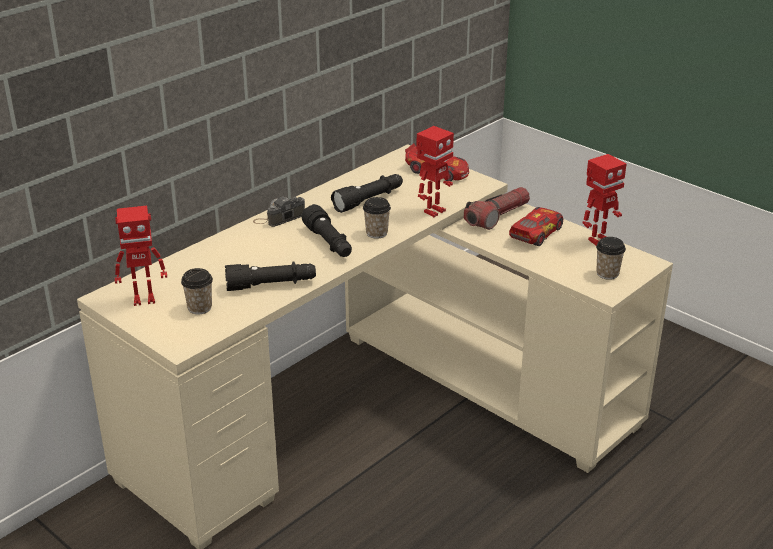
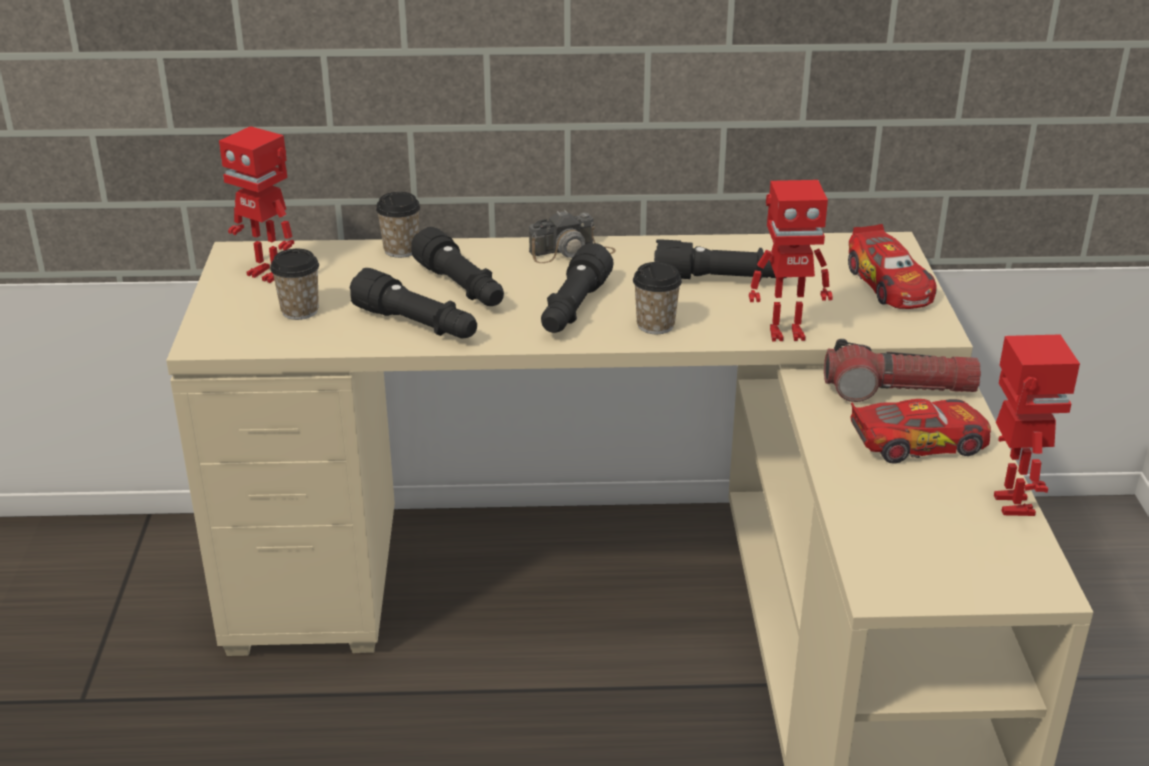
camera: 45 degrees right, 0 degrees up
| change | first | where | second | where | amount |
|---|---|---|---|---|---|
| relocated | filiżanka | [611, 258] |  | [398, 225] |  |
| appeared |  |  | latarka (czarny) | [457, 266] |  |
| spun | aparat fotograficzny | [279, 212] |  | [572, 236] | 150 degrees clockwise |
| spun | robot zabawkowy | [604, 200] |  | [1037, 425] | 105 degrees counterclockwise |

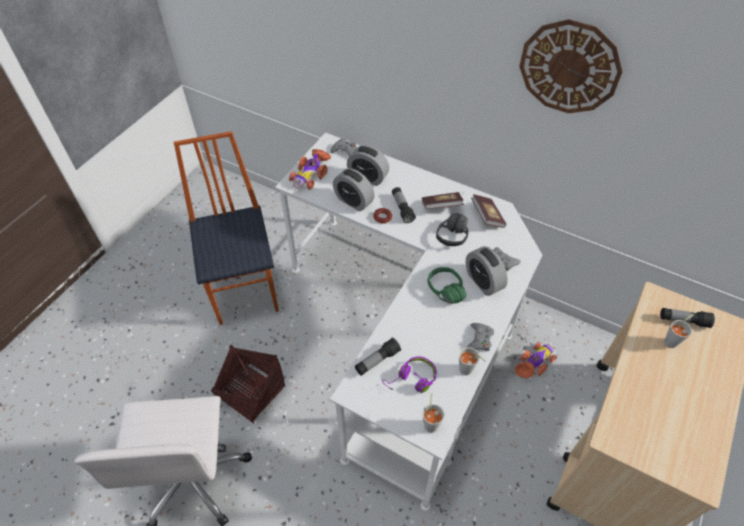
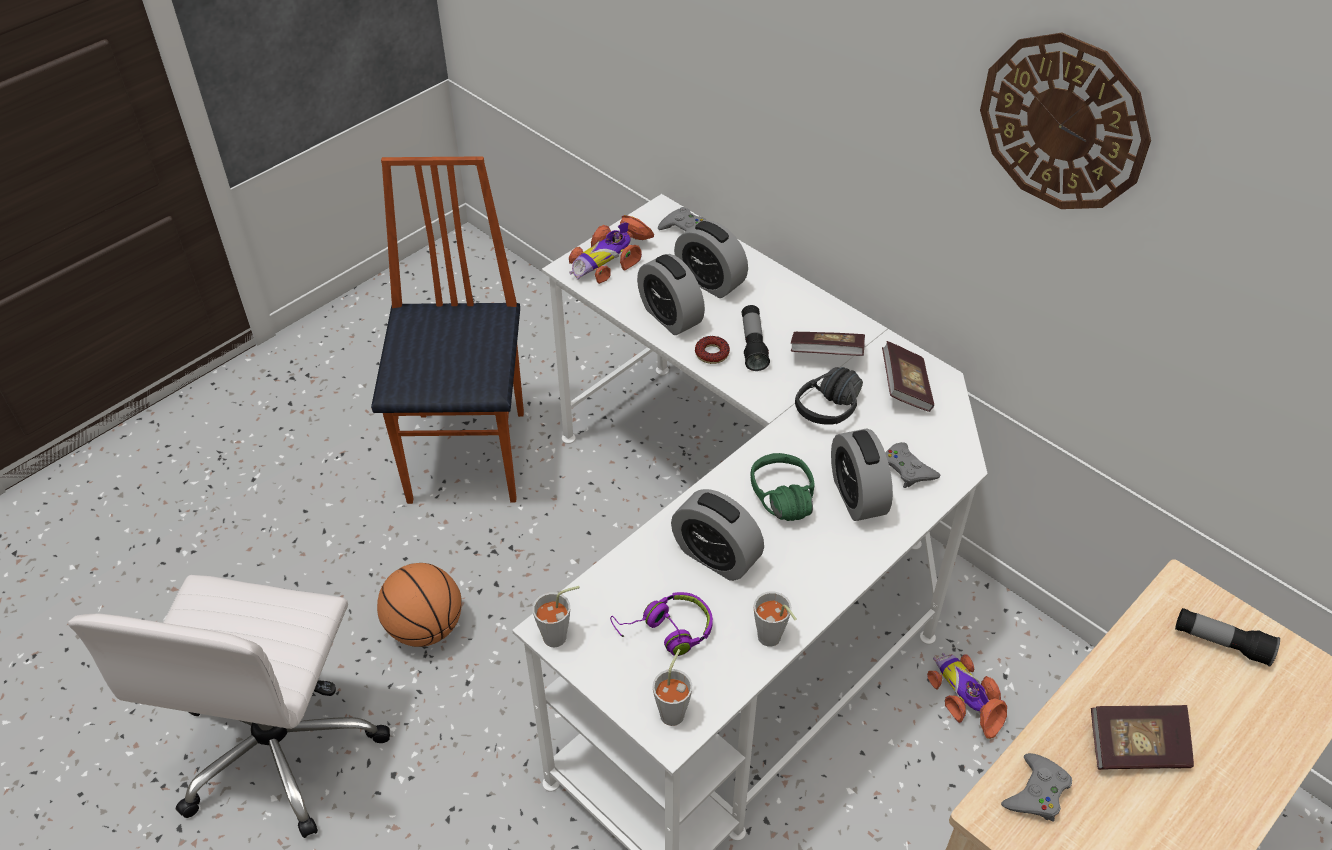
camera: 15 degrees right, 5 degrees down
| change | first | where | second | where | amount |
|---|---|---|---|---|---|
| exchanged | koszyk | [248, 384] | piłka do koszykówki | [419, 605] |  |
| relocated | filiżanka (szary) | [679, 331] |  | [556, 616] |  |
| appeared |  |  | budzik | [717, 535] |  |
| spun | samochodzik | [536, 359] |  | [967, 696] | 90 degrees counterclockwise |
| relocated | pad do gier (szary) | [479, 337] |  | [1036, 787] |  |
| appeared |  |  | książka | [1142, 737] |  |
| missing | latarka | [378, 357] |  |  |  |

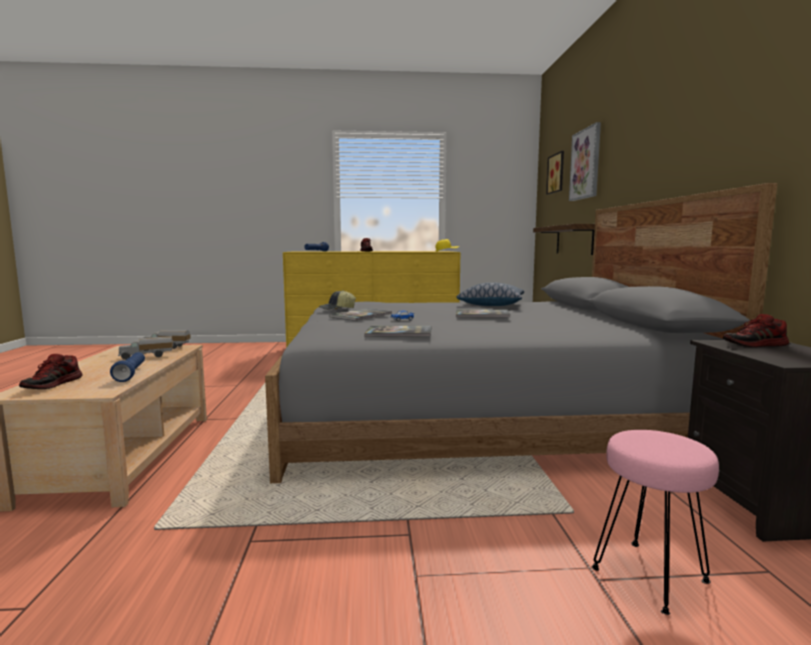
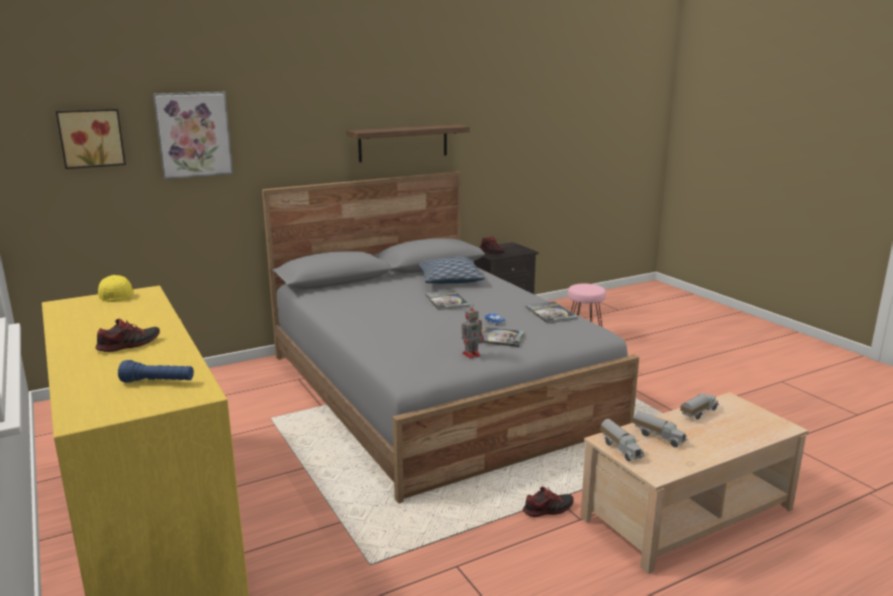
camera: 115 degrees left, 10 degrees up
| change | first | where | second | where | amount |
|---|---|---|---|---|---|
| relocated | półka | [564, 239] |  | [408, 143] |  |
| relocated | poduszka | [490, 294] |  | [452, 270] |  |
| exchanged | czapka z daszkiem | [337, 300] | robot zabawkowy | [473, 331] |  |
| relocated | but | [50, 371] |  | [548, 502] |  |
| exchanged | latarka (niebieski) | [127, 367] | ciężarówka zabawkowa | [699, 406] |  |

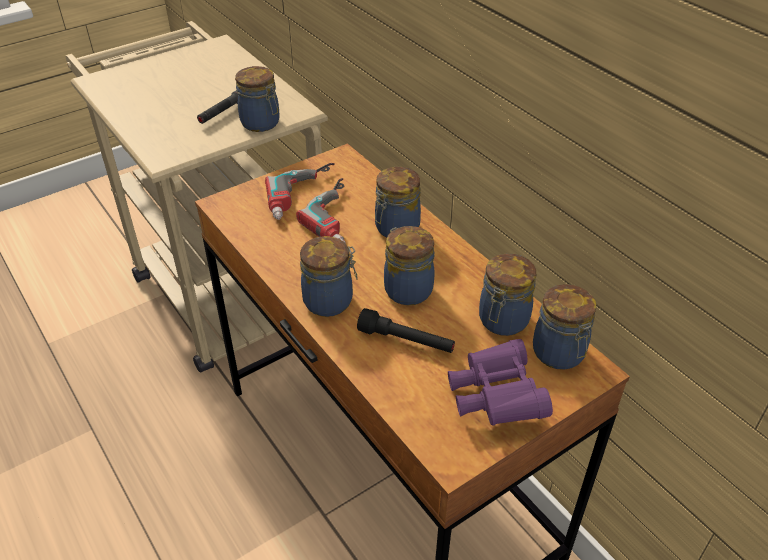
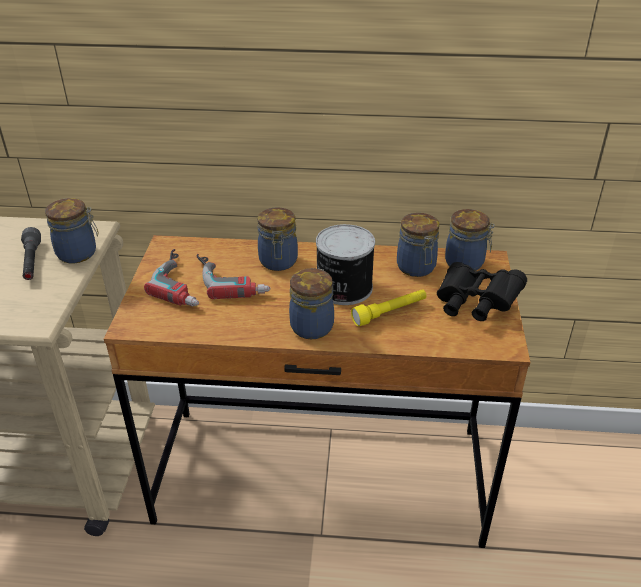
camera: 50 degrees left, 5 degrees down
| change | first | where | second | where | amount |
|---|---|---|---|---|---|
| exchanged | słoik | [409, 265] | puszka | [345, 264] |  |
| colour | latarka (czarny) | [406, 330] | latarka (żółty) | [388, 307] |  |
| colour | lornetka (fioletowy) | [500, 382] | lornetka (czarny) | [482, 291] |  |

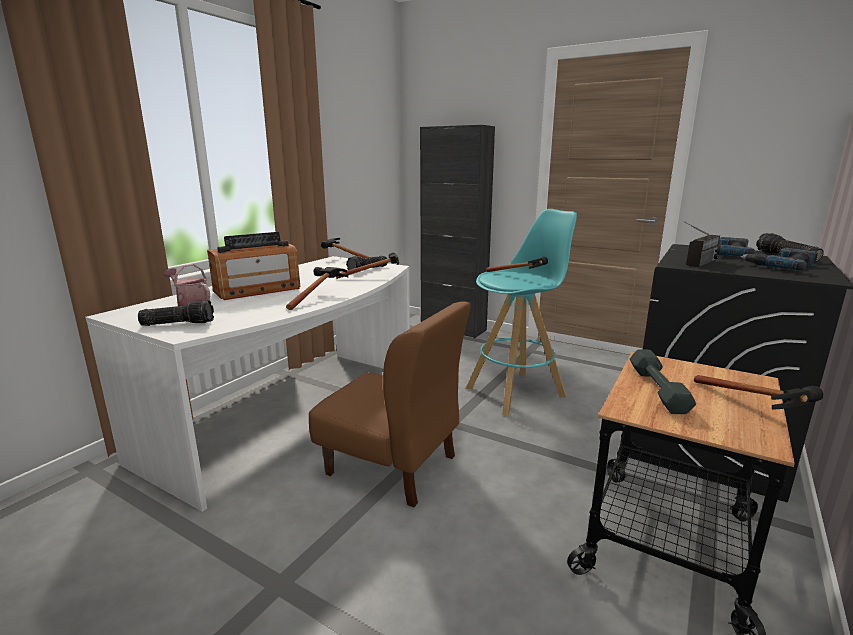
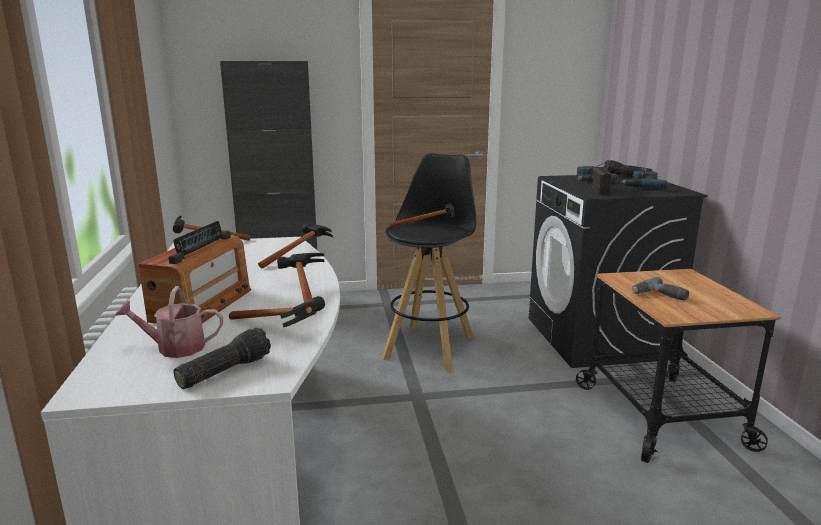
camera: 40 degrees left, 0 degrees up
| change | first | where | second | where | amount |
|---|---|---|---|---|---|
| relocated | młotek | [758, 392] |  | [277, 311] |  |
| colour | stołek (turkusowy) | [521, 312] | stołek (czarny) | [429, 262] |  |
| exchanged | hantel (szary) | [663, 381] | wiertarka | [660, 289] |  |
| missing | krzesło (brązowy) | [390, 404] |  |  |  |
| missing | latarka | [366, 263] |  |  |  |

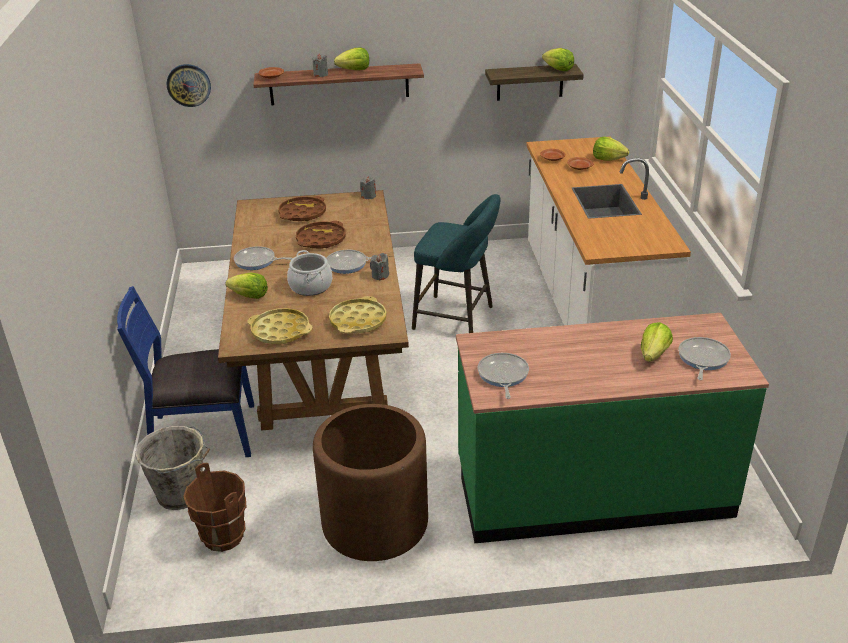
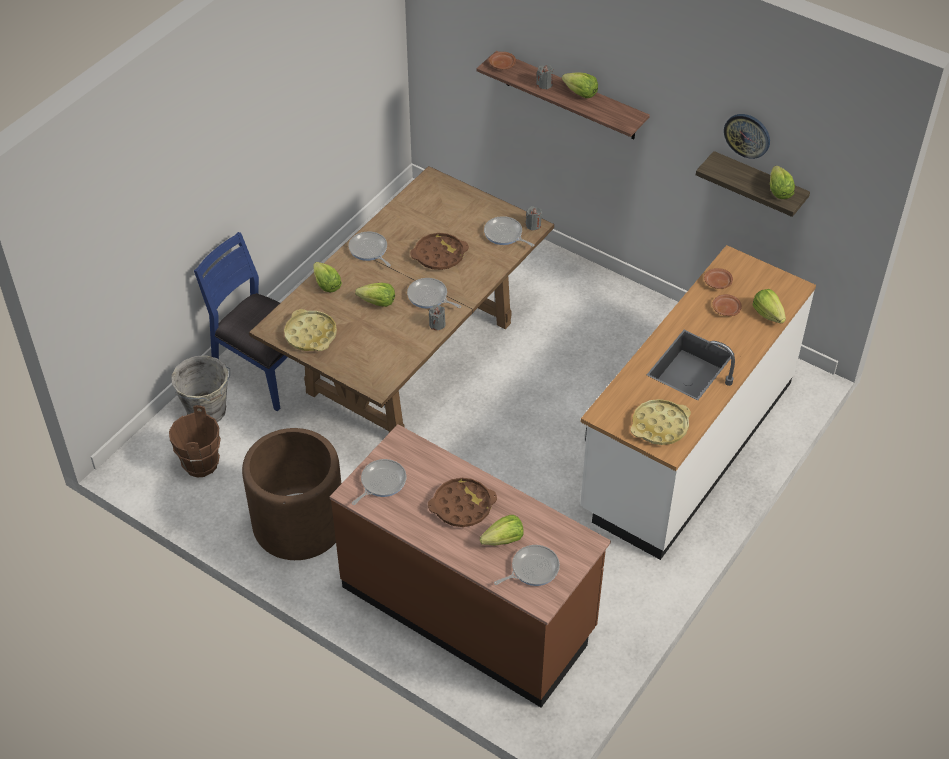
camera: 40 degrees right, 15 degrees up
| change | first | where | second | where | amount |
|---|---|---|---|---|---|
| colour | zabudowa kuchenna (zielony) | [612, 428] | zabudowa kuchenna (brązowy) | [470, 565] |  |
| exchanged | garnek | [309, 273] | sałata | [375, 295] |  |
| relocated | taca (brązowy) | [302, 208] |  | [462, 502] |  |
| appeared |  |  | patelnia | [509, 231] |  |
| relocated | taca (żółty) | [357, 315] |  | [661, 422] |  |
| relocated | zegar ścienny | [188, 85] |  | [747, 136] |  |
| missing | stołek (turkusowy) | [456, 263] |  |  |  |

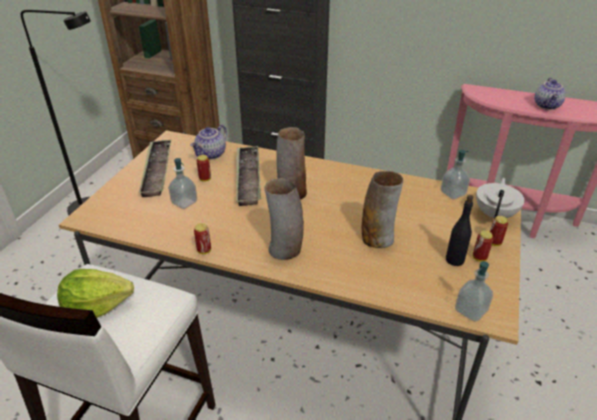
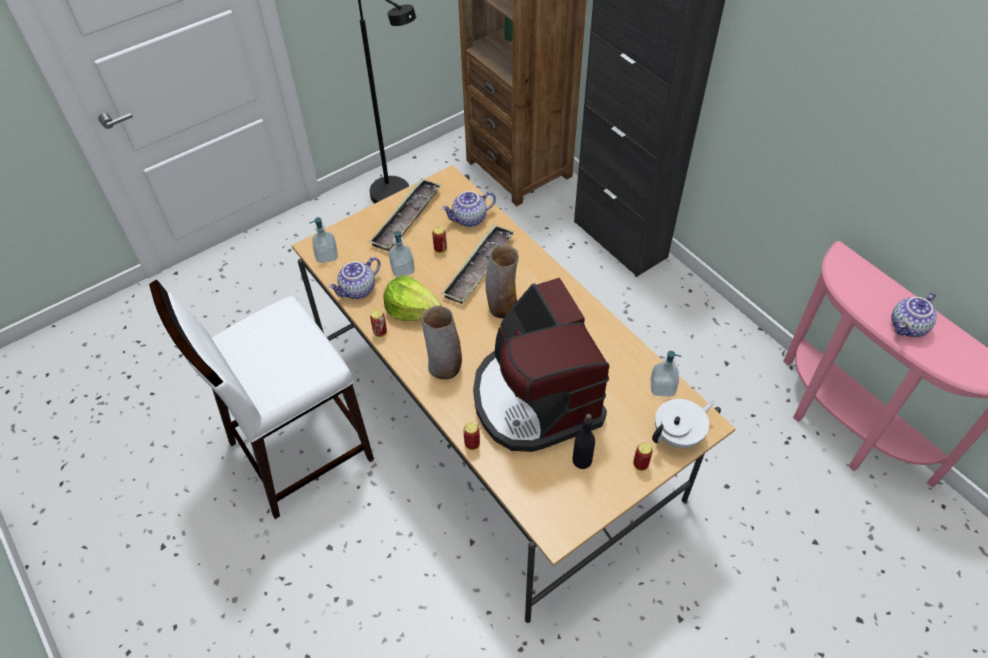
camera: 35 degrees right, 15 degrees up
| change | first | where | second | where | amount |
|---|---|---|---|---|---|
| relocated | dozownik mydła | [474, 291] |  | [324, 240] |  |
| appeared |  |  | imbryk | [354, 278] |  |
| relocated | sałata | [95, 293] |  | [412, 298] |  |
| relocated | puszka | [483, 246] |  | [471, 436] |  |
| exchanged | wazon | [382, 209] | ekspres do kawy | [541, 365] |  |

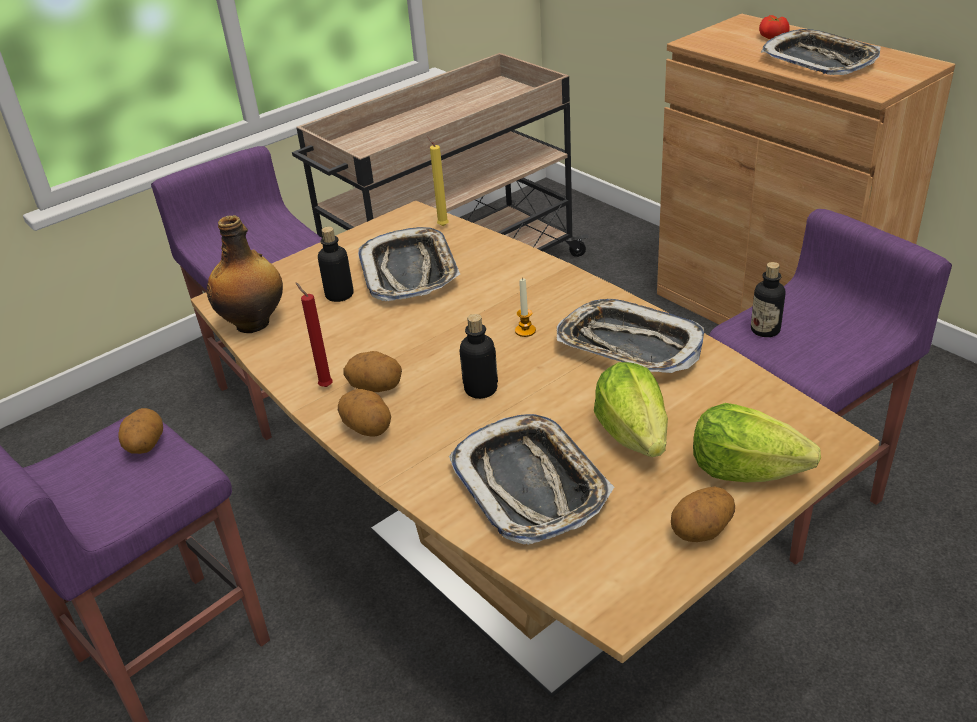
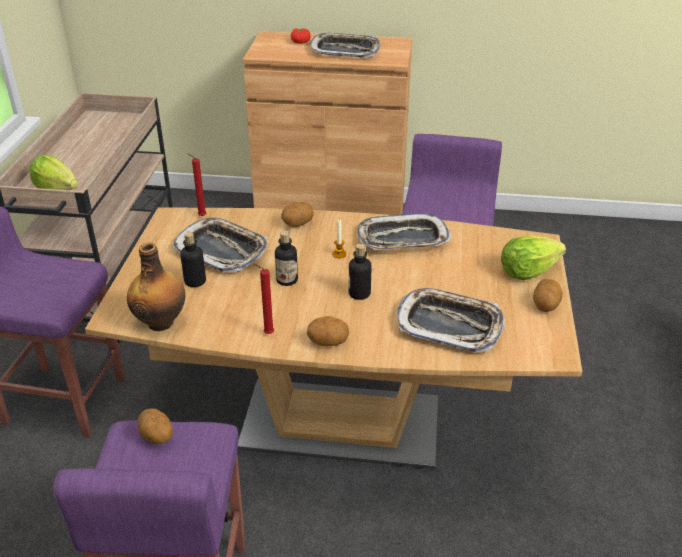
camera: 45 degrees left, 0 degrees up
| change | first | where | second | where | amount |
|---|---|---|---|---|---|
| relocated | sałata | [631, 409] |  | [53, 172] |  |
| colour | świeca (żółty) | [438, 180] | świeca (czerwony) | [196, 184] |  |
| relocated | butelka | [768, 299] |  | [286, 258] |  |
| relocated | ziemniak | [372, 371] |  | [297, 214] |  |

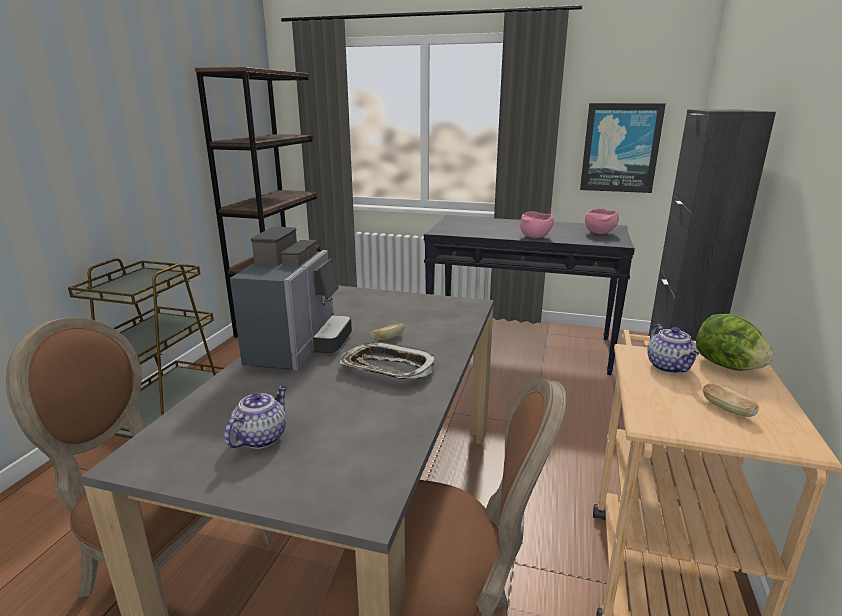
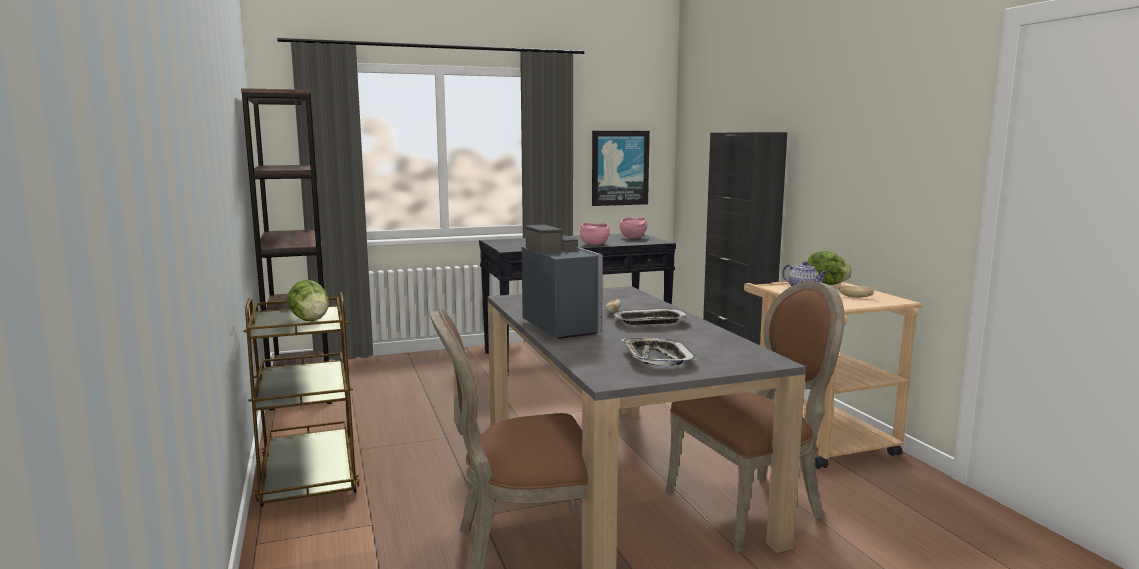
camera: 35 degrees left, 10 degrees down
| change | first | where | second | where | amount |
|---|---|---|---|---|---|
| appeared |  |  | sałata | [308, 301] |  |
| exchanged | imbryk | [255, 417] | taca | [659, 352] |  |

